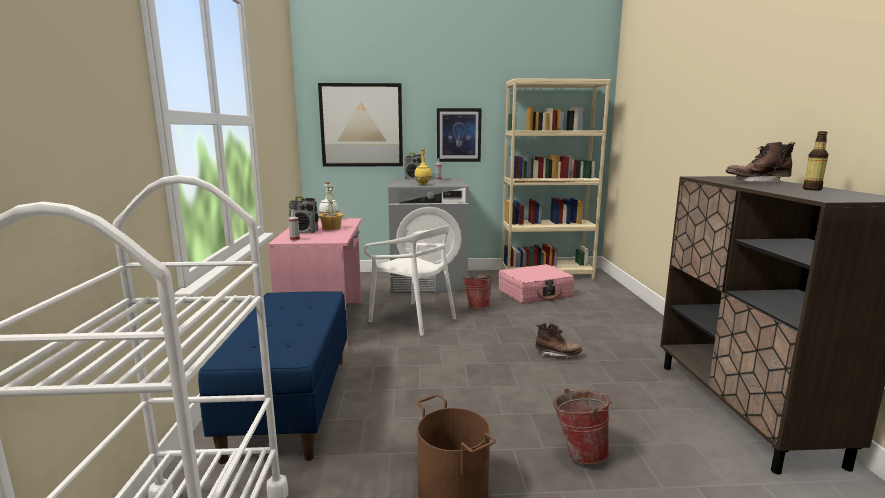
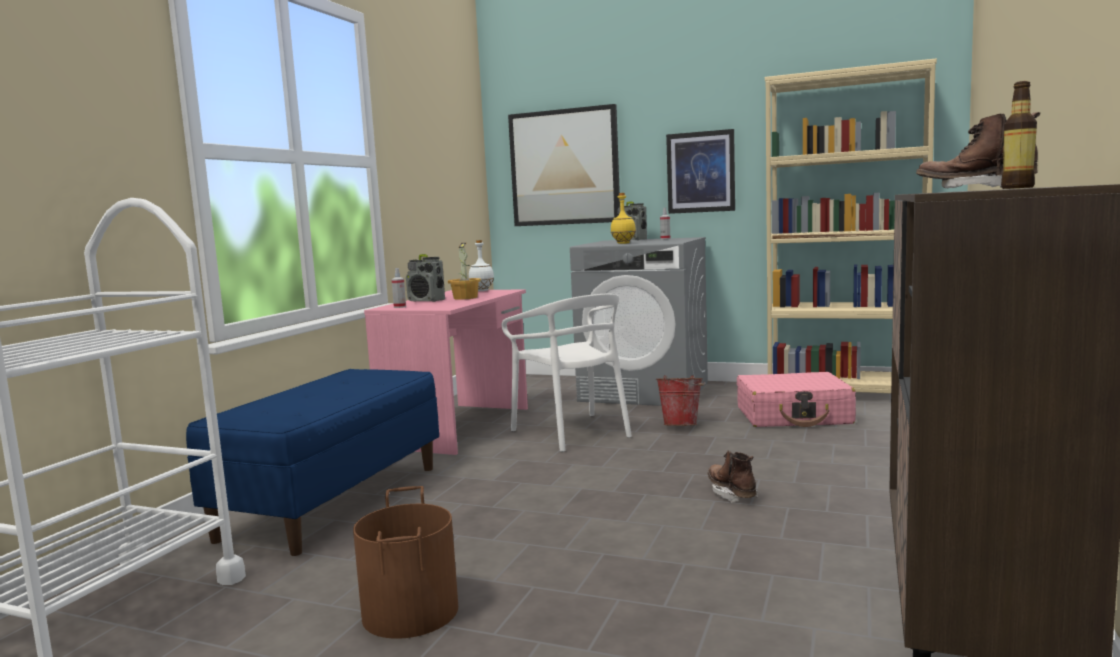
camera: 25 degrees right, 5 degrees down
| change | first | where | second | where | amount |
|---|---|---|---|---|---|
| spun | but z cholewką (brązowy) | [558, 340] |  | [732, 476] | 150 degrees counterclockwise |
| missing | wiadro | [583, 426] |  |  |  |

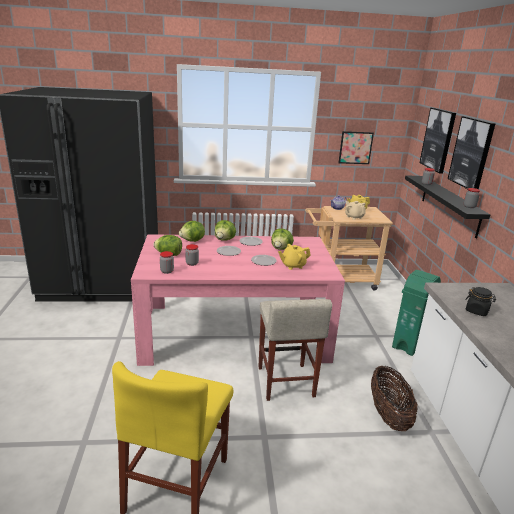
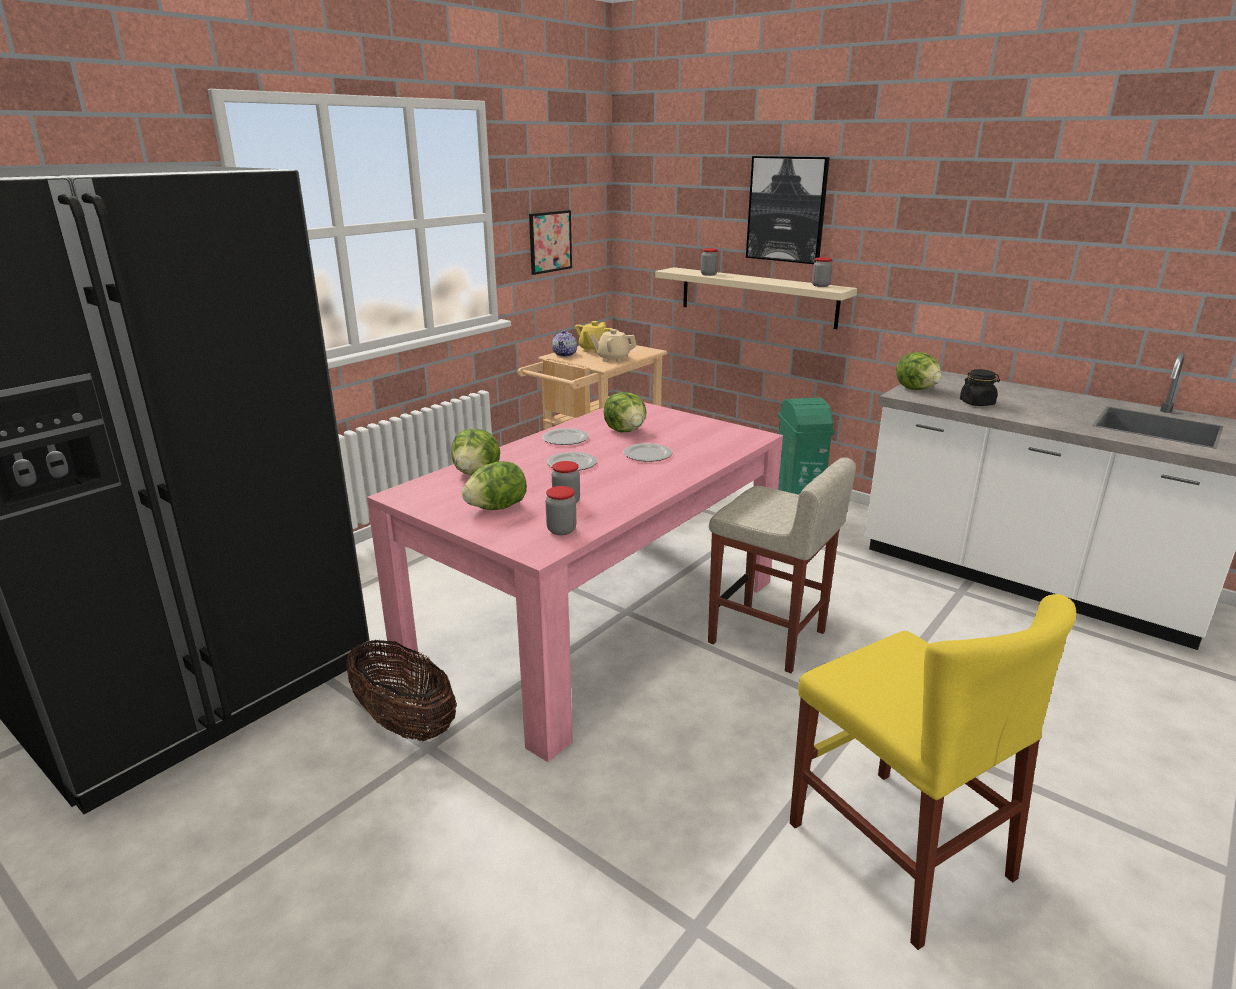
camera: 45 degrees left, 0 degrees up
| change | first | where | second | where | amount |
|---|---|---|---|---|---|
| relocated | koszyk | [394, 398] |  | [401, 690] |  |
| colour | półka (czarny) | [447, 206] | półka (beżowy) | [756, 298] |  |
| relocated | sałata | [225, 230] |  | [919, 371] |  |
| missing | imbryk (żółty) | [294, 257] |  |  |  |
| missing | obraz | [438, 140] |  |  |  |

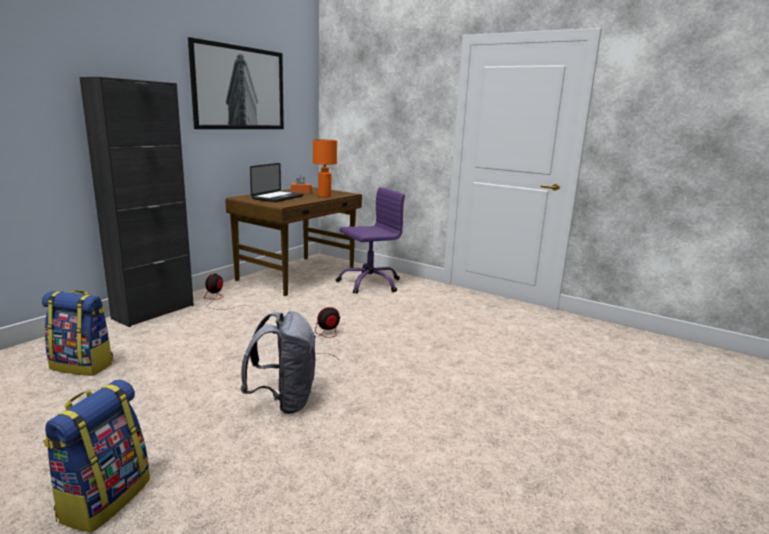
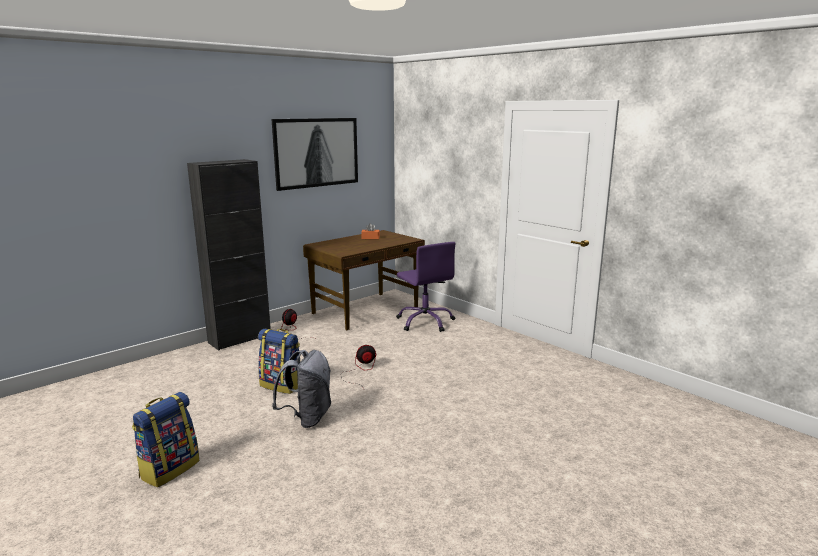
camera: 15 degrees right, 0 degrees up
| change | first | where | second | where | amount |
|---|---|---|---|---|---|
| relocated | plecak | [78, 333] |  | [279, 361] |  |
| spun | krzesło biurowe (fioletowy) | [370, 240] |  | [426, 287] | 75 degrees clockwise |
| missing | laptop | [277, 182] |  |  |  |
| missing | lampa stołowa (pomarańczowy) | [325, 168] |  |  |  |

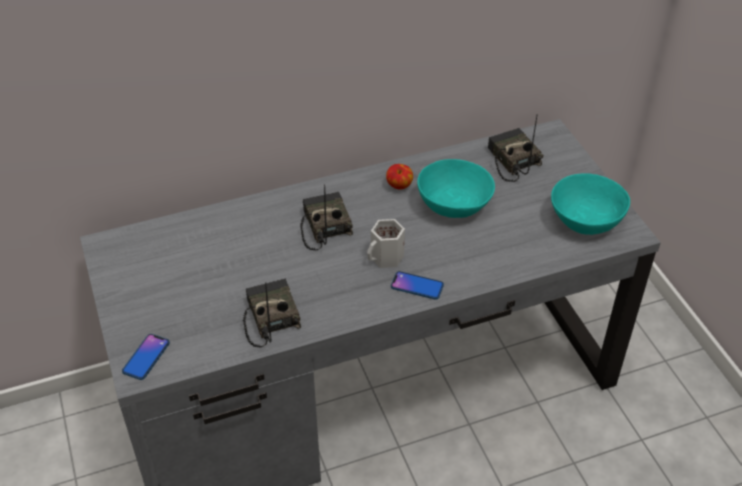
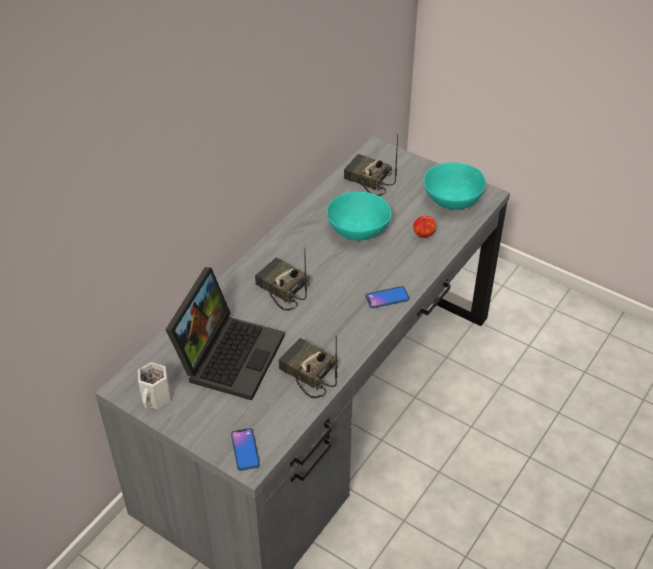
camera: 35 degrees left, 0 degrees up
| change | first | where | second | where | amount |
|---|---|---|---|---|---|
| relocated | kubek (biały) | [386, 243] |  | [154, 385] |  |
| appeared |  |  | laptop | [225, 333] |  |
| relocated | jabłko | [399, 176] |  | [424, 227] |  |

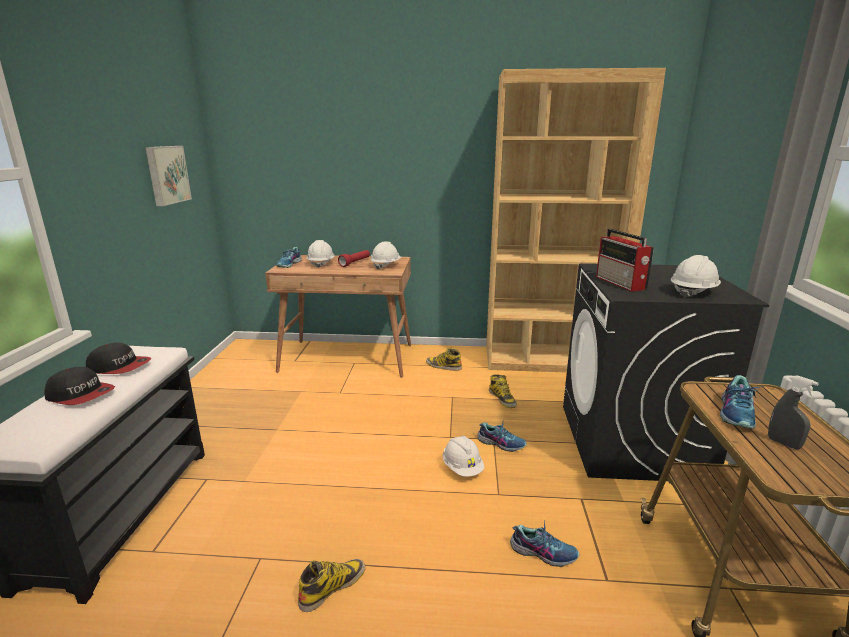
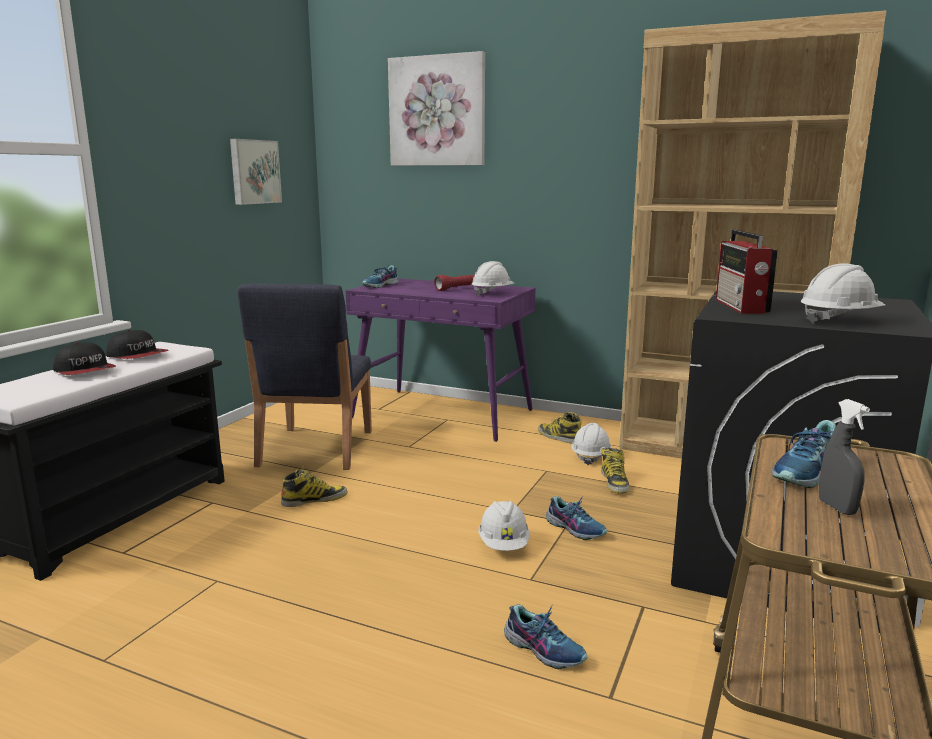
camera: 20 degrees right, 5 degrees down
| change | first | where | second | where | amount |
|---|---|---|---|---|---|
| appeared |  |  | krzesło (niebieski) | [305, 377] |  |
| relocated | but z cholewką | [331, 585] |  | [314, 488] |  |
| colour | biurko (brązowy) | [338, 316] | biurko (fioletowy) | [441, 360] |  |
| appeared |  |  | obraz | [436, 108] |  |
| relocated | kask (biały) | [320, 254] |  | [591, 444] |  |

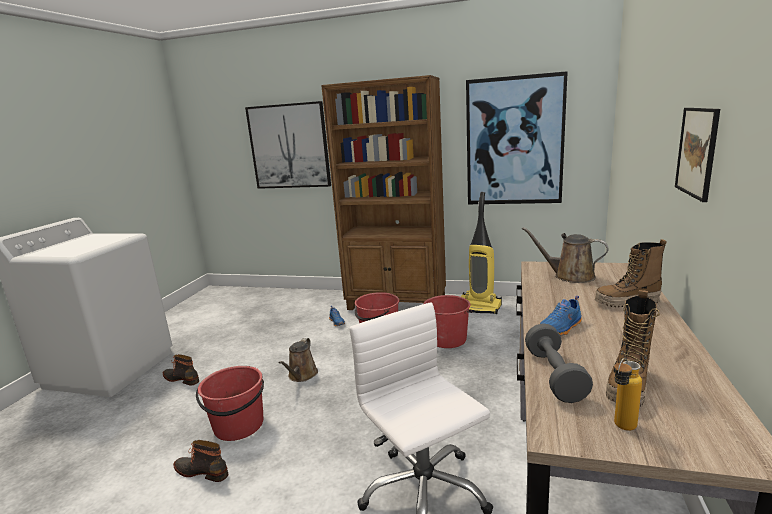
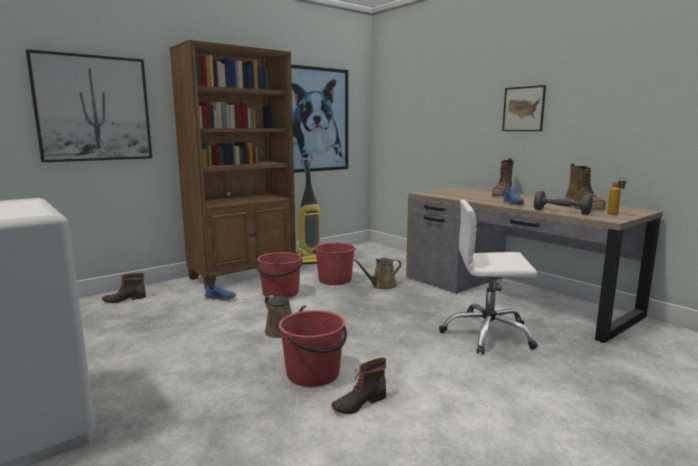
camera: 55 degrees left, 5 degrees down
| change | first | where | second | where | amount |
|---|---|---|---|---|---|
| relocated | but z cholewką | [181, 369] |  | [124, 288] |  |
| relocated | konewka (brązowy) | [565, 255] |  | [377, 273] |  |

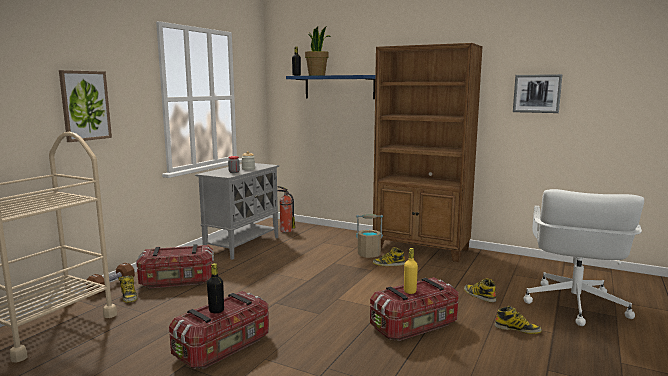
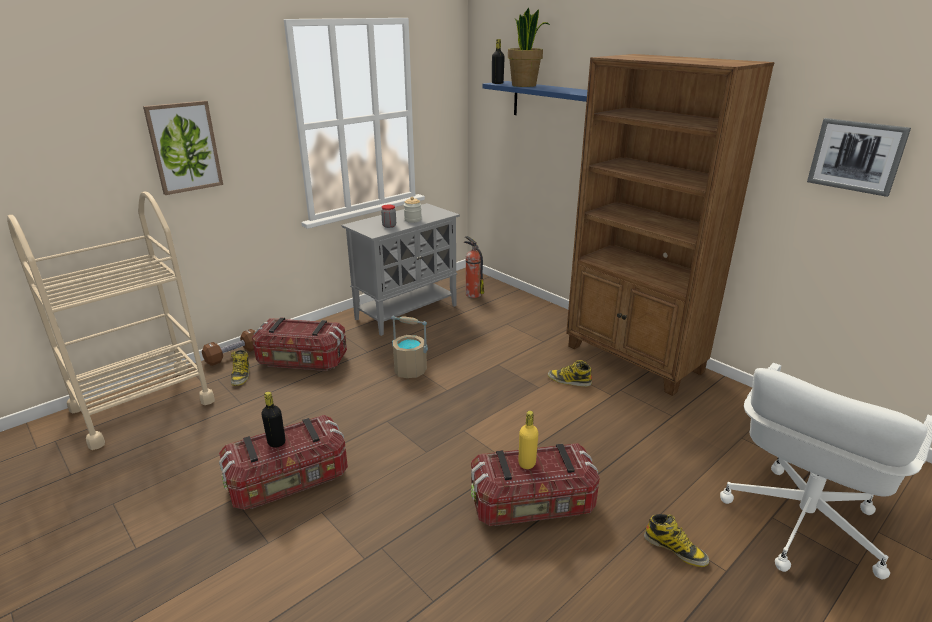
camera: 20 degrees right, 15 degrees up
| change | first | where | second | where | amount |
|---|---|---|---|---|---|
| relocated | wiadro (beżowy) | [369, 236] |  | [409, 347] |  |
| missing | but z cholewką | [480, 290] |  |  |  |

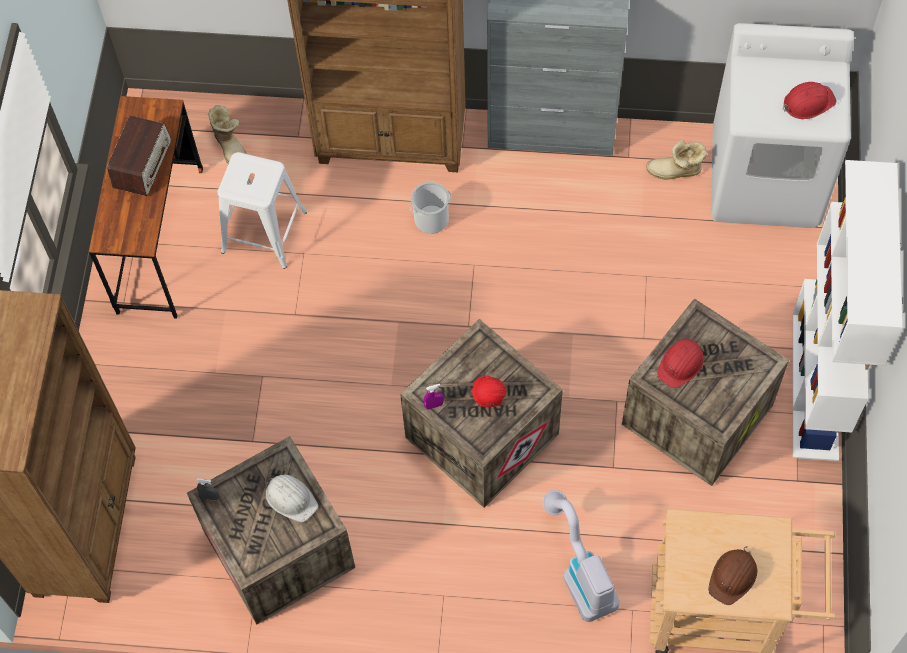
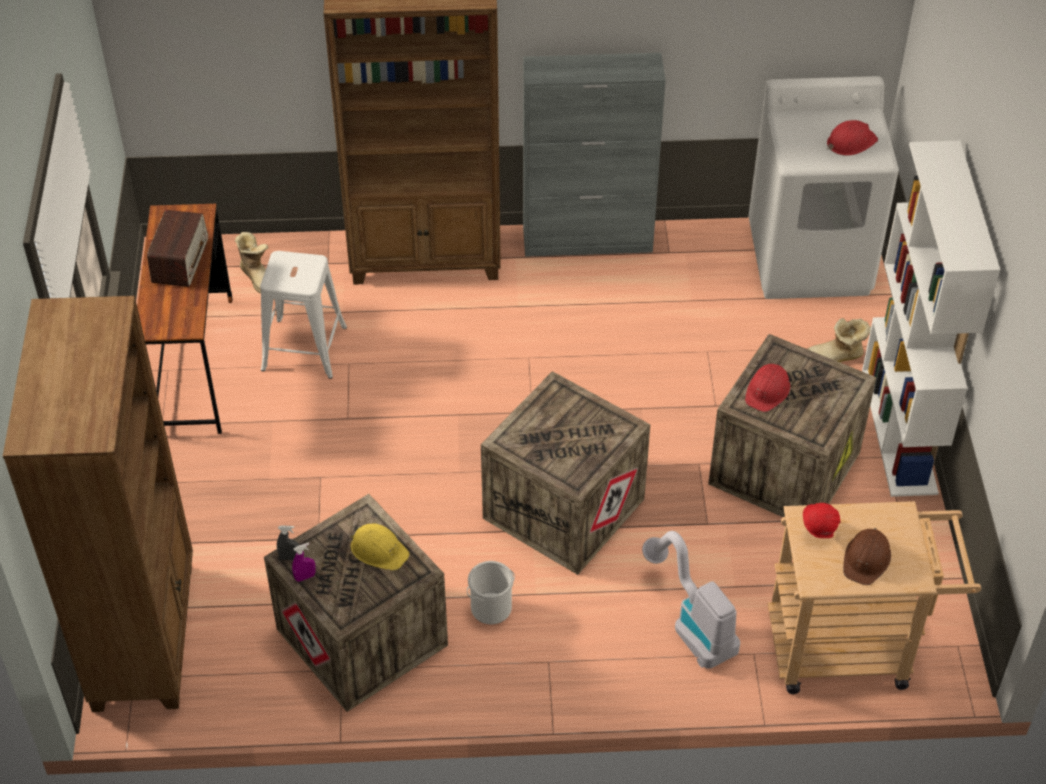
camera: 10 degrees left, 15 degrees down
| change | first | where | second | where | amount |
|---|---|---|---|---|---|
| relocated | spryskiwacz (fioletowy) | [434, 397] |  | [304, 562] |  |
| colour | kask (biały) | [291, 498] | kask (żółty) | [379, 547] |  |
| relocated | wiadro | [430, 208] |  | [491, 592] |  |
| relocated | kask (czerwony) | [489, 391] |  | [822, 520] |  |
| relocated | but z cholewką | [677, 160] |  | [839, 340] |  |

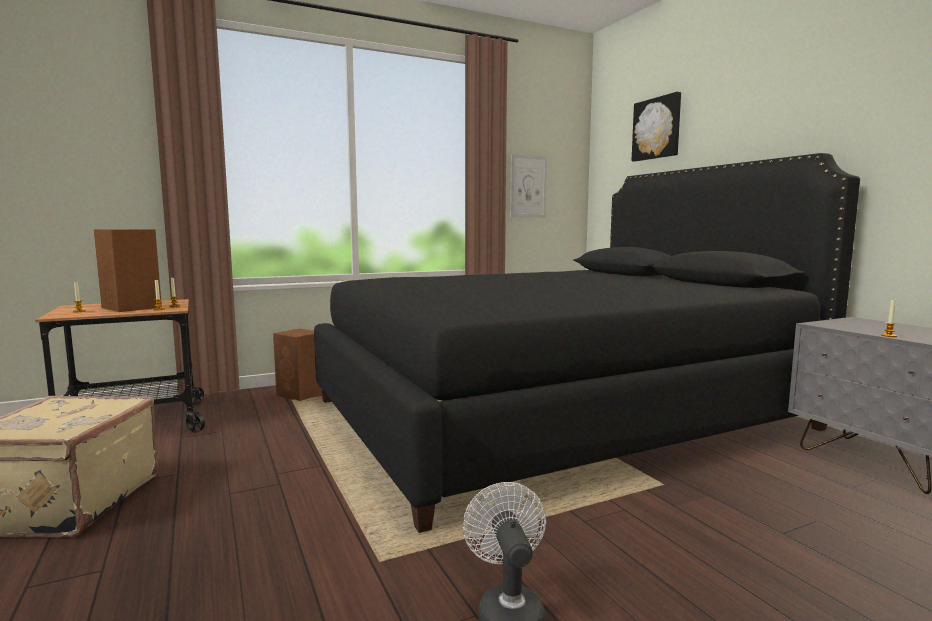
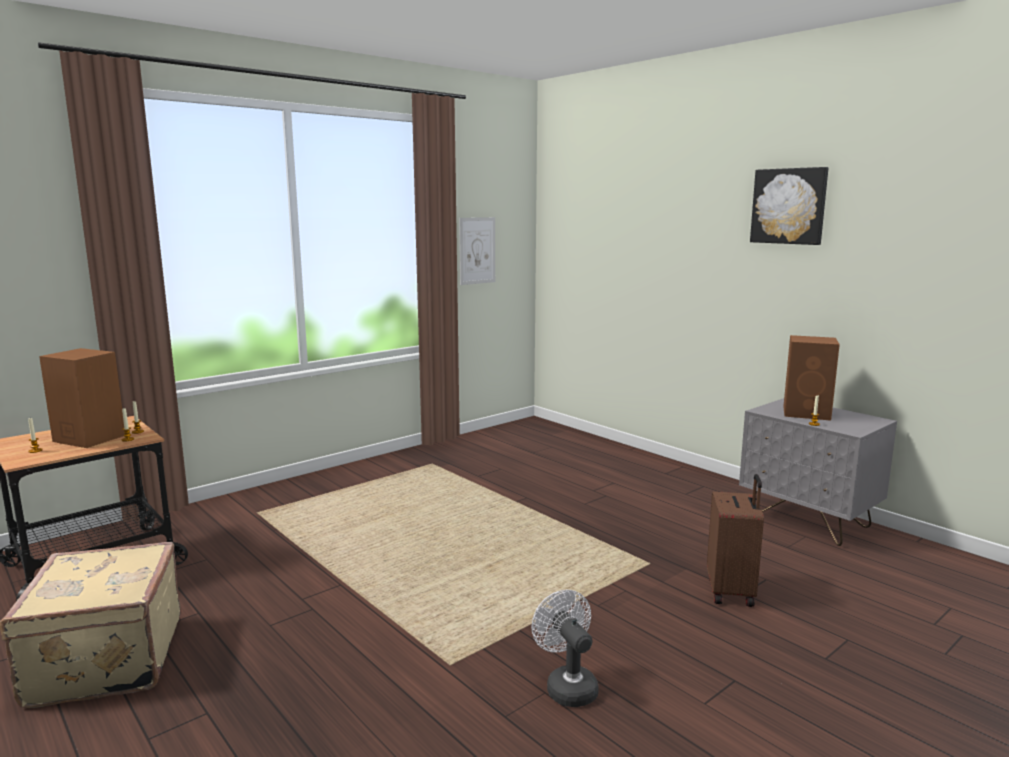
camera: 15 degrees left, 5 degrees up
| change | first | where | second | where | amount |
|---|---|---|---|---|---|
| appeared |  |  | walizka (brązowy) | [735, 540] |  |
| relocated | obraz | [656, 127] |  | [789, 206] |  |
| relocated | głośnik (brązowy) | [297, 364] |  | [811, 378] |  |
| missing | łóżko (czarny) | [587, 343] |  |  |  |

